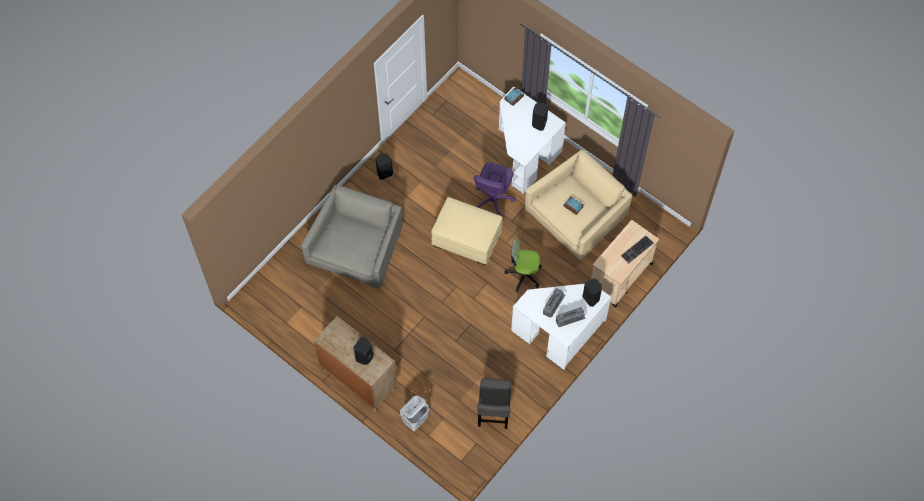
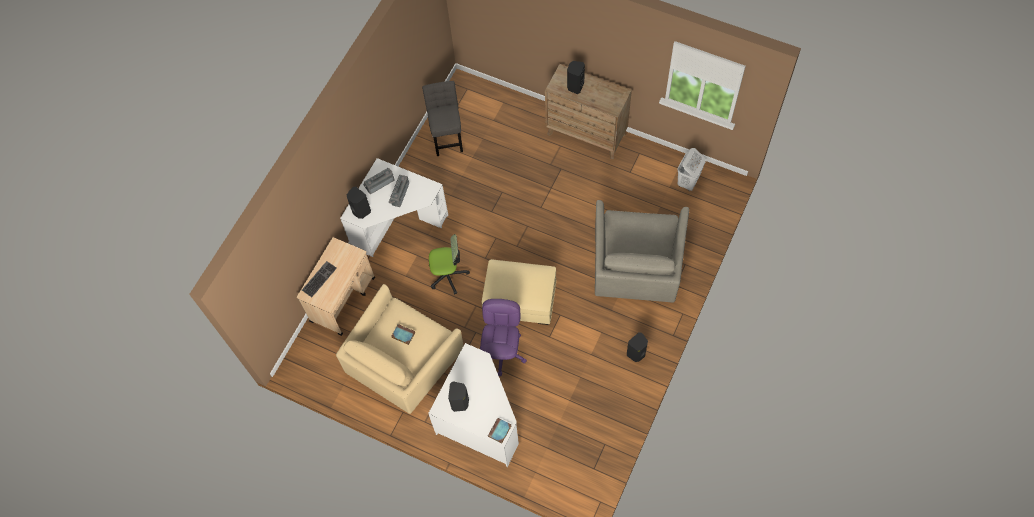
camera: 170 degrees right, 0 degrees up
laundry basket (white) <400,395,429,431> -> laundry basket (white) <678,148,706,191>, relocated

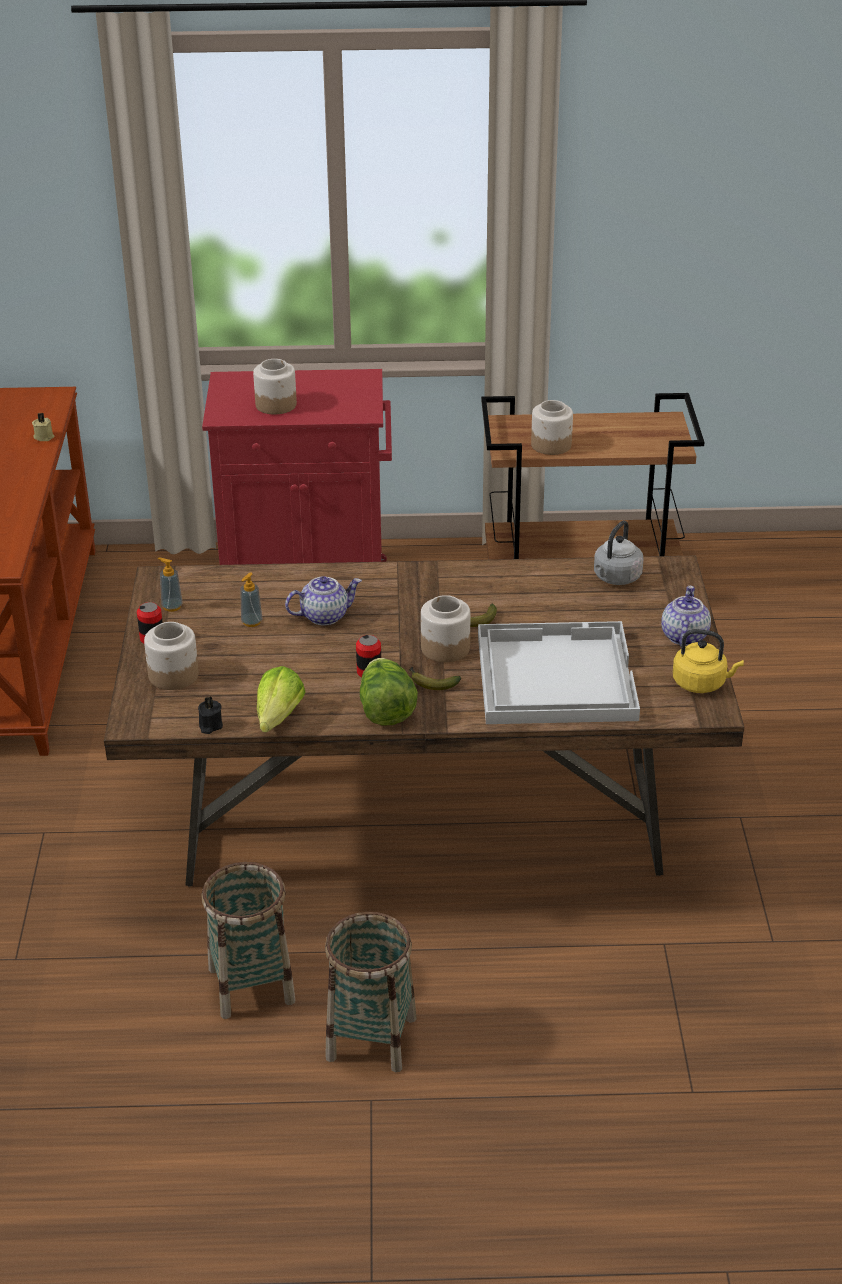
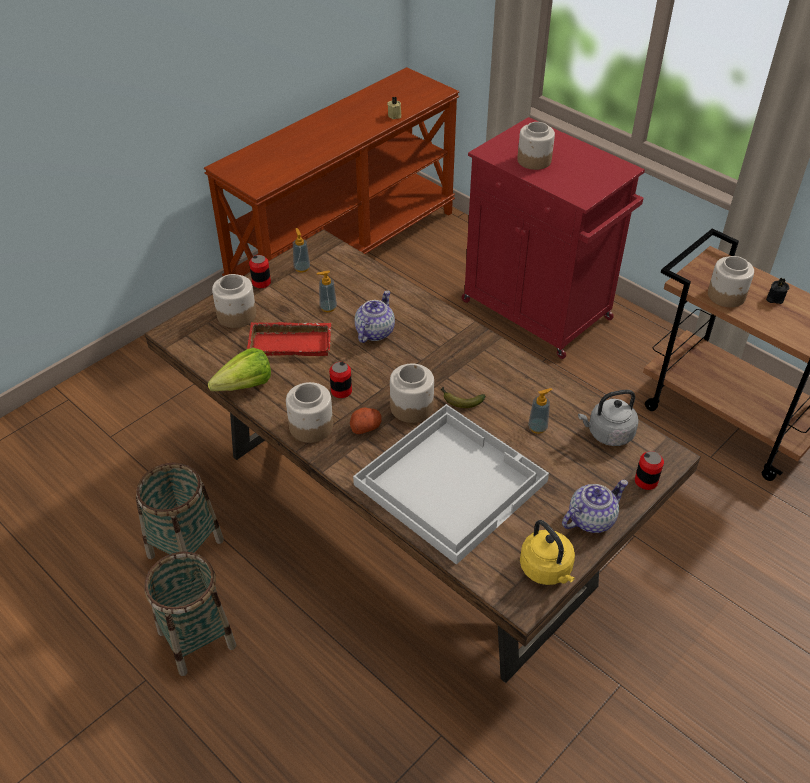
camera: 45 degrees right, 10 degrees up
candle (black) <198,697,223,734> -> candle (black) <766,278,789,304>, relocated
teapot <285,576,362,625> -> teapot <355,291,395,343>, 90 degrees counterclockwise
lettuce <360,658,418,726> -> jar <286,382,333,443>
banana <409,667,461,690> -> potato <350,407,381,434>
none -> tray (red) <247,322,331,356>
none -> soap dispenser <528,388,553,434>
none -> can <635,451,664,490>

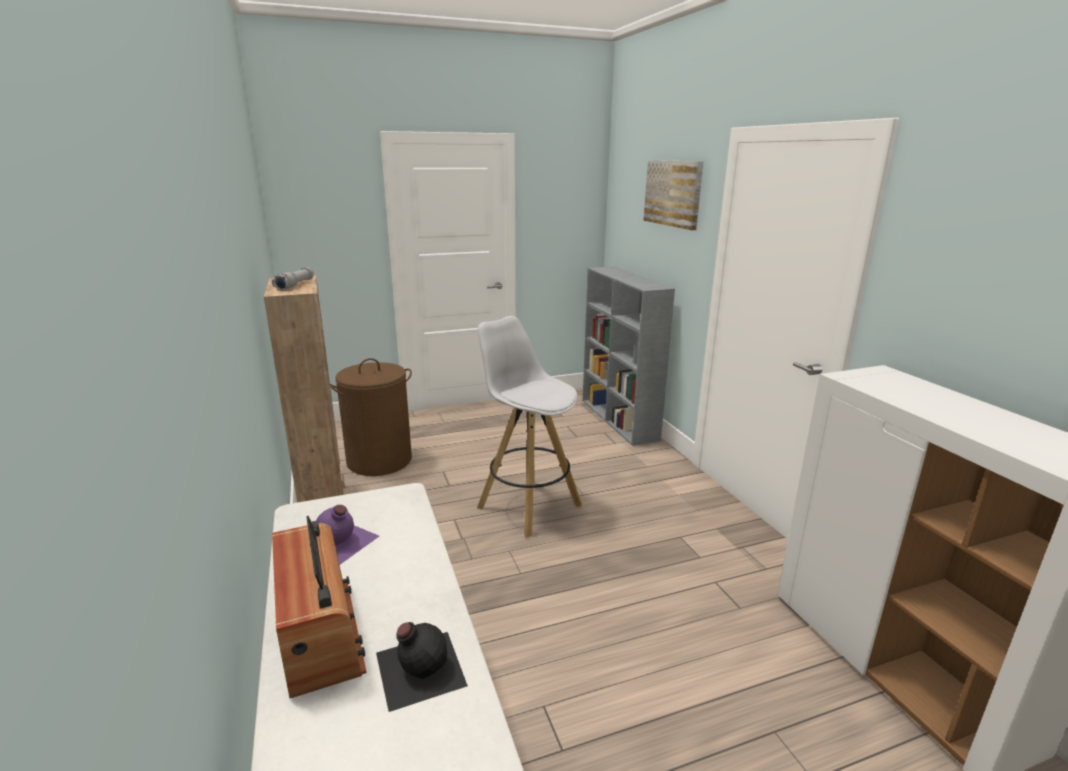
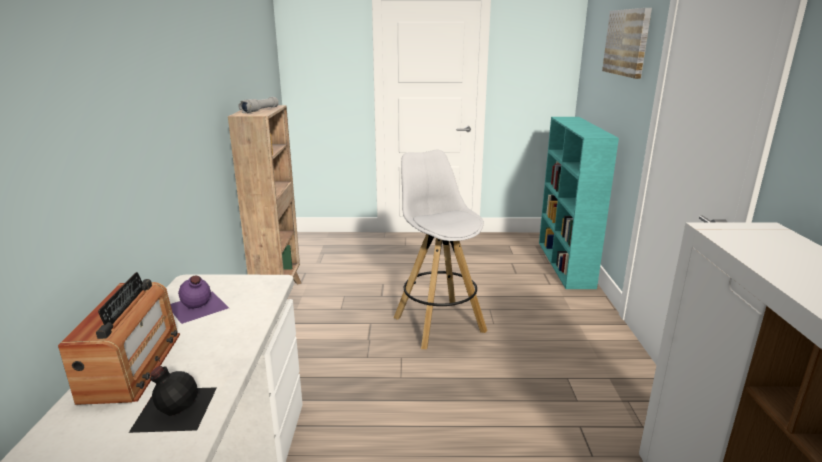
camera: 20 degrees right, 0 degrees up
laundry basket (brown) <330,358,412,476> -> none
bookcase (grey) <583,266,675,446> -> bookcase (turquoise) <539,117,619,289>

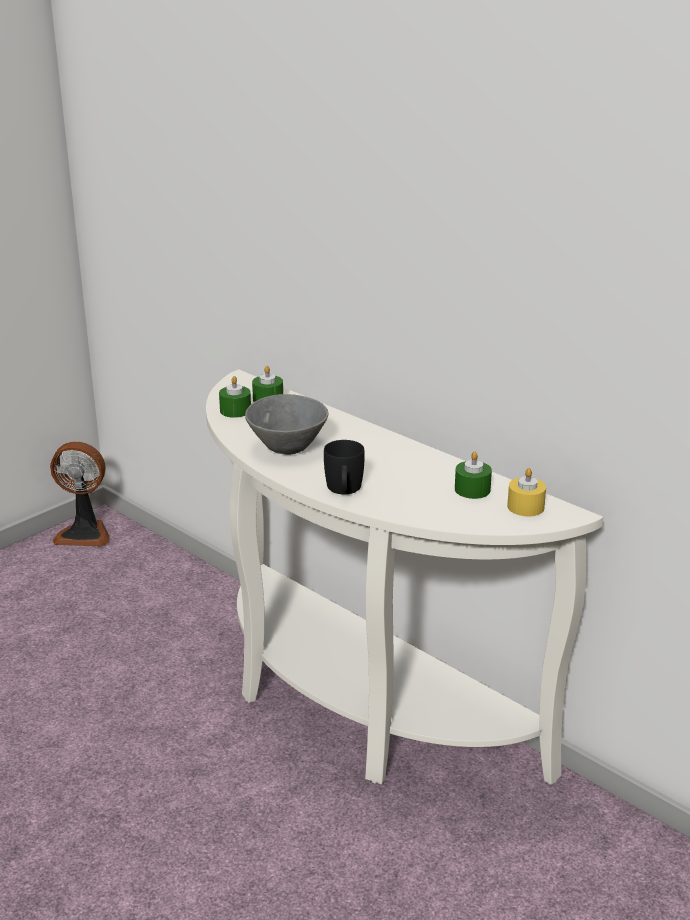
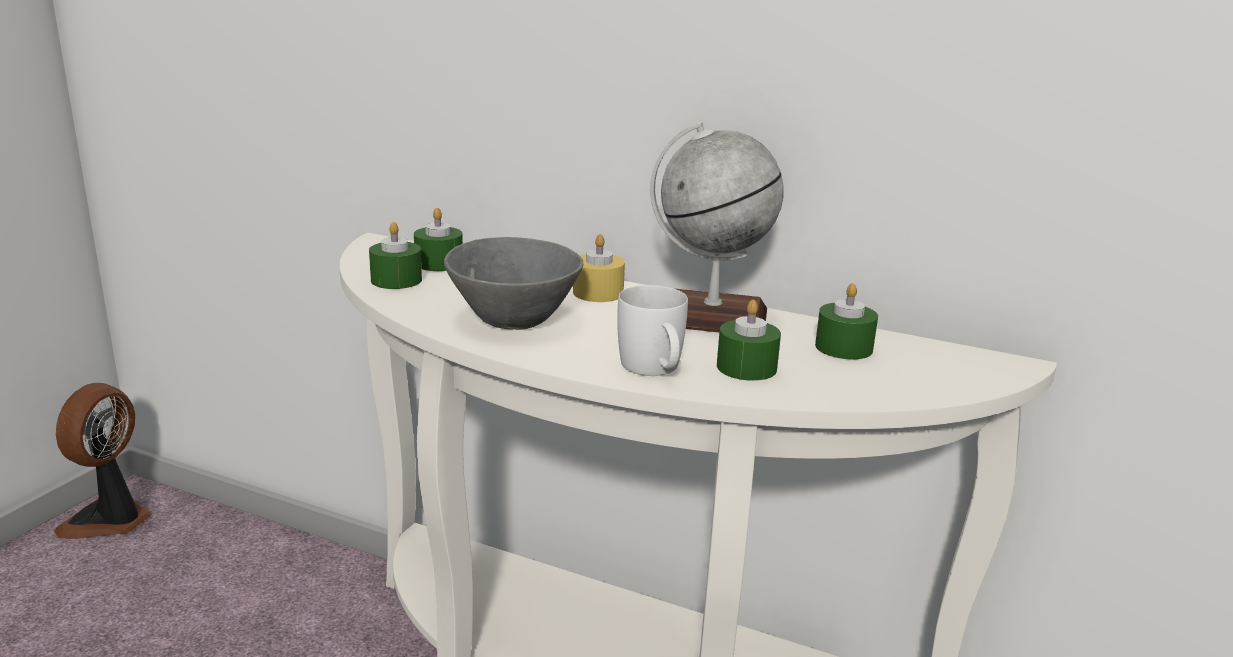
camera: 20 degrees left, 5 degrees down
fan <50,441,110,547> -> fan <54,383,151,539>, 120 degrees clockwise
mug (black) <324,440,365,494> -> mug (white) <617,285,688,376>
candle (yellow) <507,468,546,516> -> candle (yellow) <573,234,625,302>, relocated
none -> globe <650,122,784,332>
none -> candle (green) <717,300,781,381>

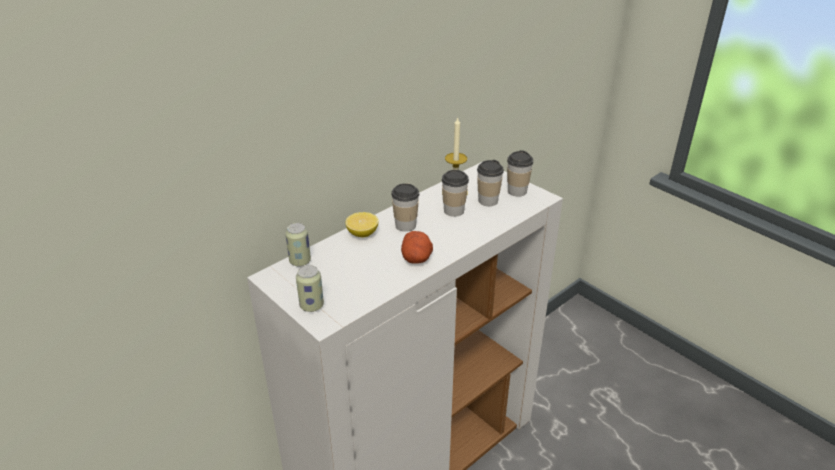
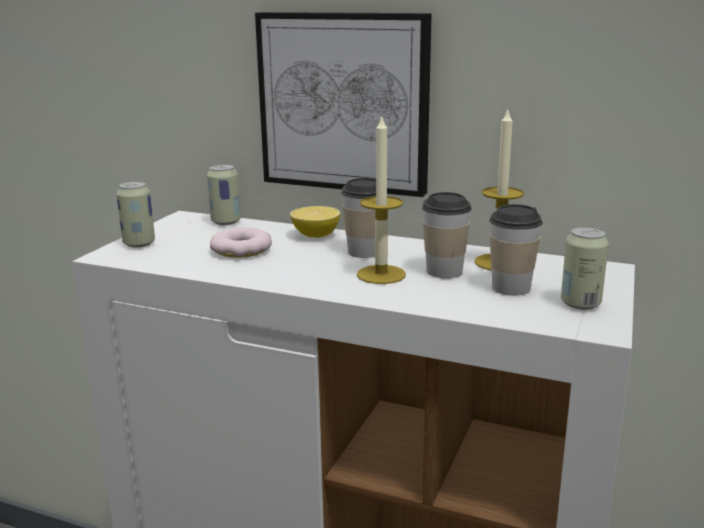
camera: 65 degrees right, 15 degrees down
potato <401,231,433,264> -> none
cup <507,150,533,197> -> can <561,227,609,310>
none -> donut <210,227,272,258>
none -> picture <255,12,432,197>
none -> candle <357,114,406,284>

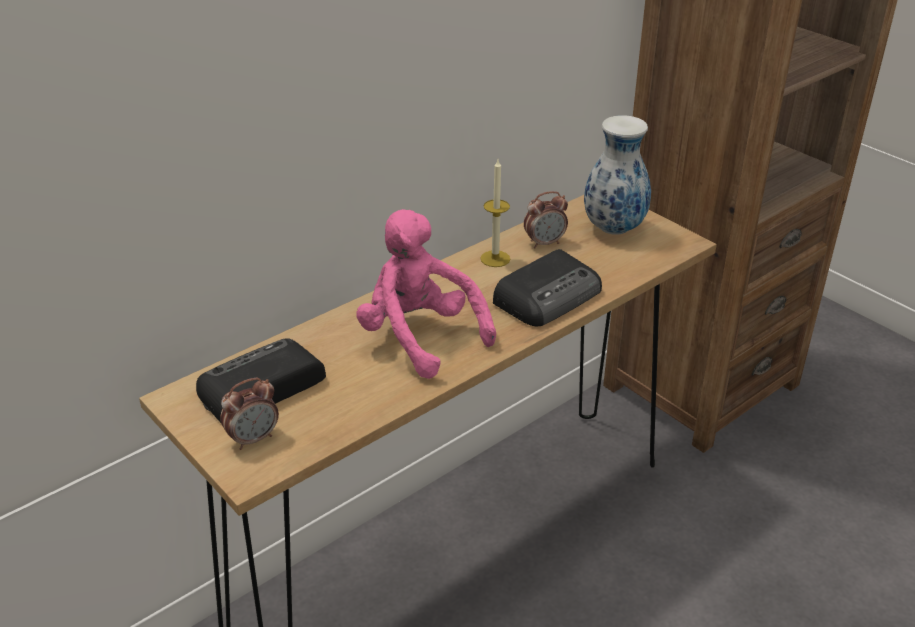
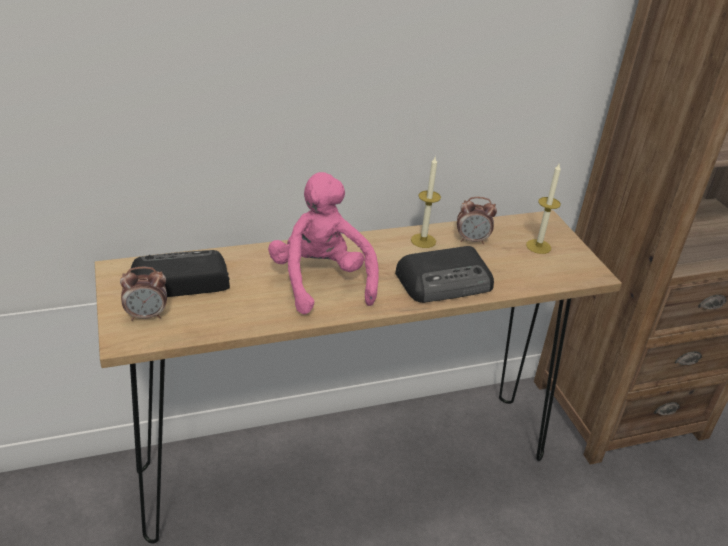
camera: 20 degrees right, 0 degrees up
vase <584,115,651,235> -> candle <526,164,561,254>

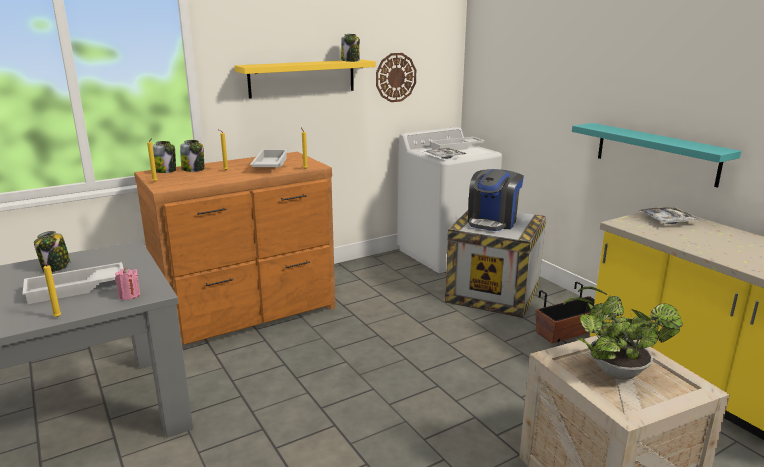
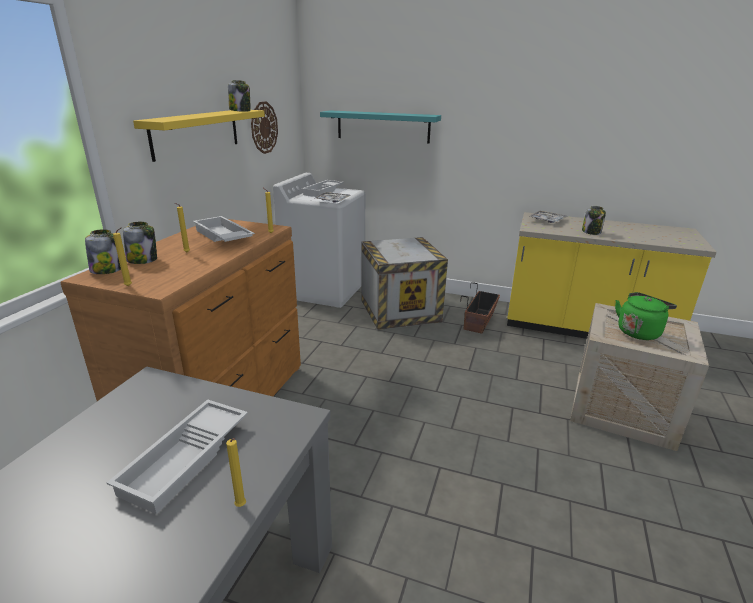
camera: 40 degrees left, 5 degrees up
jar <34,231,71,272> -> jar <582,206,606,235>, relocated
candle (pink) <115,268,140,300> -> none
coffee machine <468,169,524,231> -> none
potted plant <563,287,683,380> -> kettle (green) <615,292,677,340>
shelf (turquoise) <572,123,741,188> -> shelf (turquoise) <320,110,441,143>, relocated

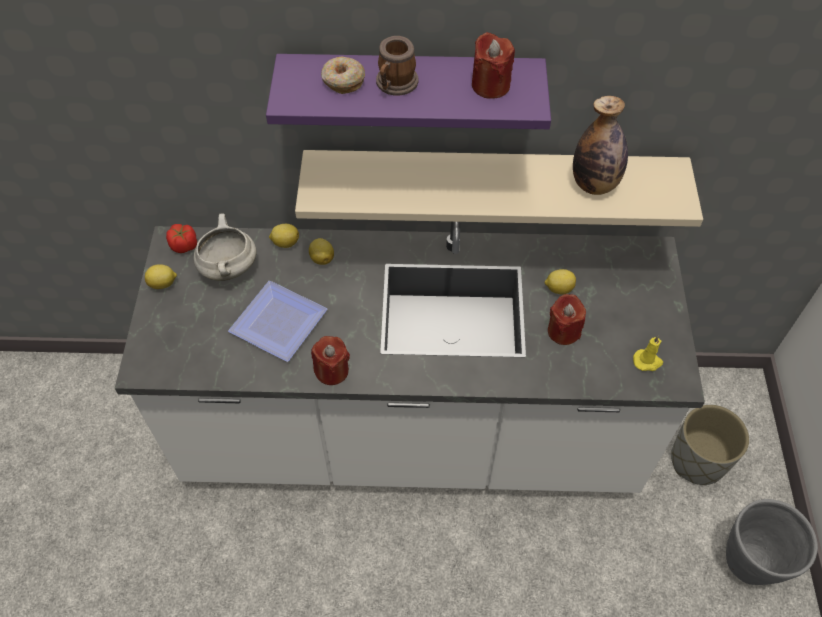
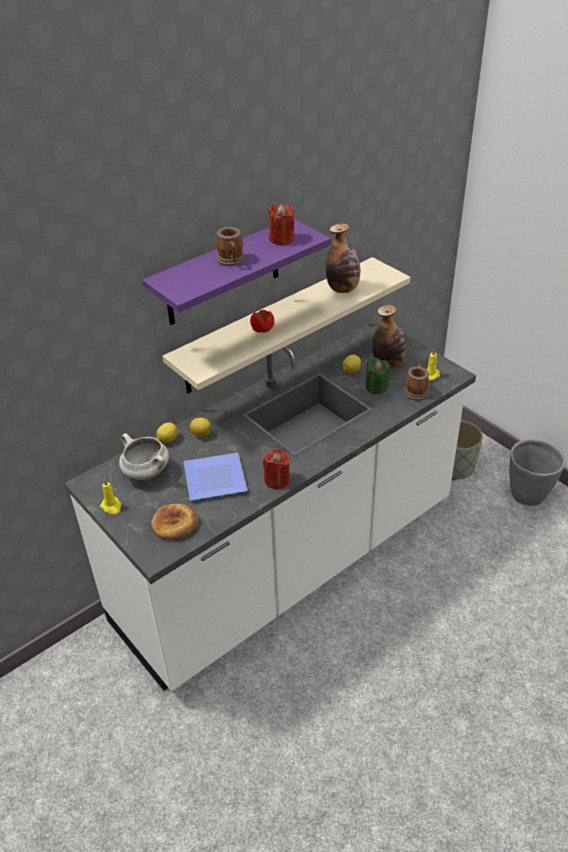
camera: 40 degrees left, 15 degrees down
lemon <145,264,177,289> -> candle (yellow) <100,479,121,514>
tomato <166,224,197,253> -> tomato <250,310,274,333>, relocated
donut <321,57,365,94> -> none
candle (red) <548,294,586,345> -> candle (green) <366,357,390,394>
none -> bread <151,504,199,540>
none -> bottle <372,305,406,369>
none -> mug <404,364,429,400>

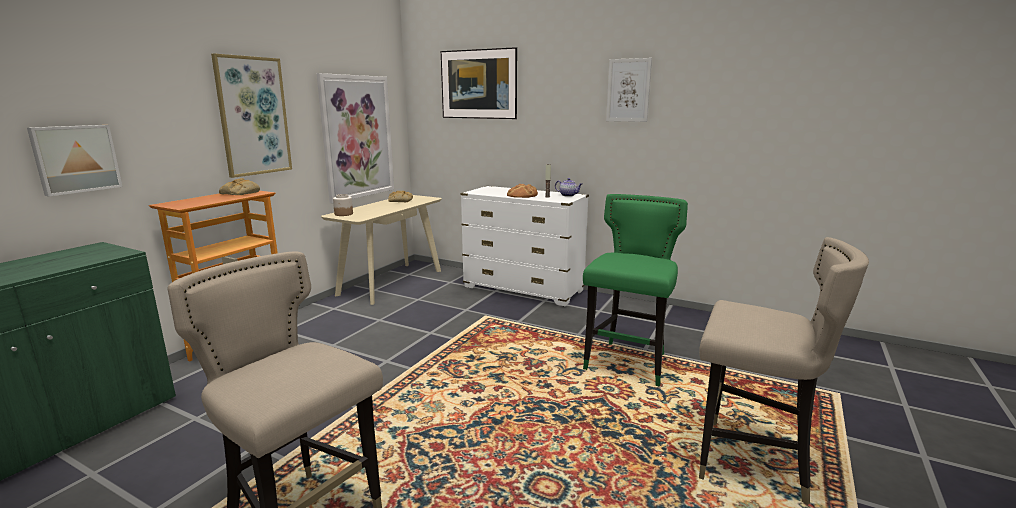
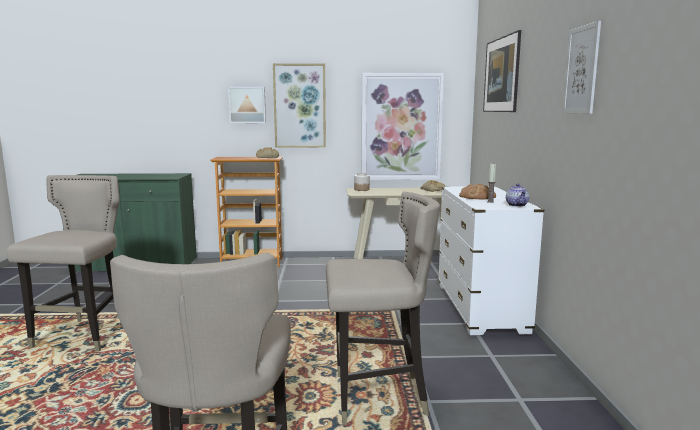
camera: 60 degrees right, 5 degrees down
picture <27,125,123,196> -> picture <228,87,266,123>, relocated
stool (green) <583,194,688,387> -> stool (beige) <326,192,440,425>

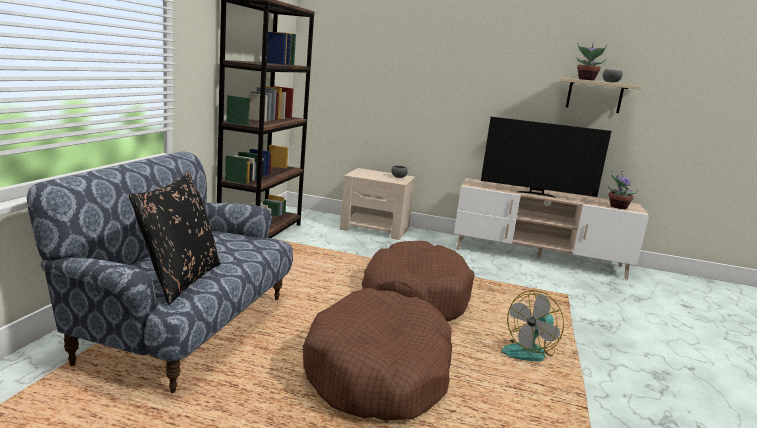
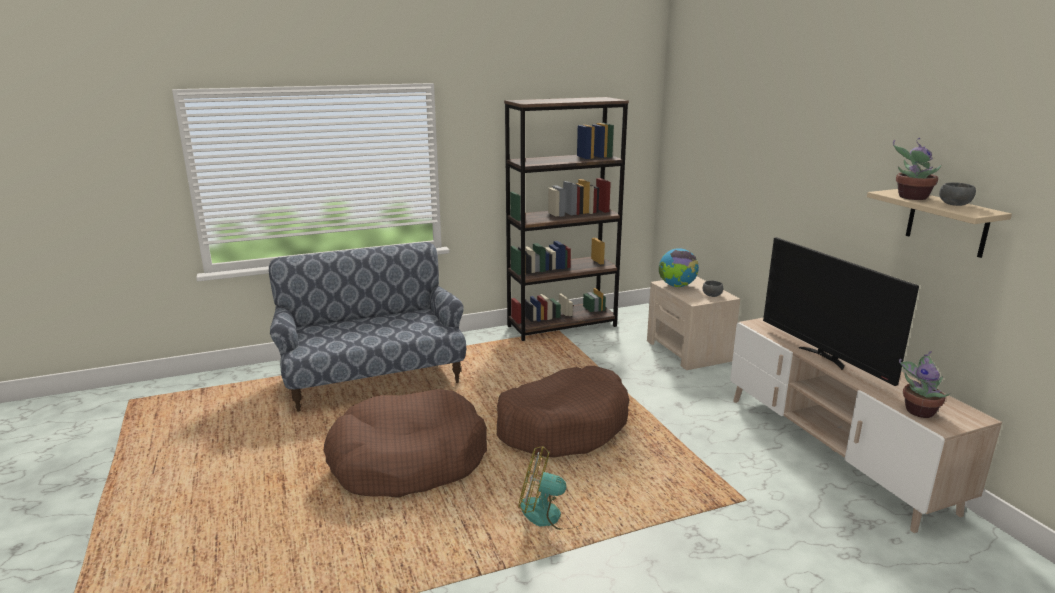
camera: 55 degrees right, 5 degrees up
pillow (black) <129,172,221,305> -> none
none -> globe <659,248,699,288>

